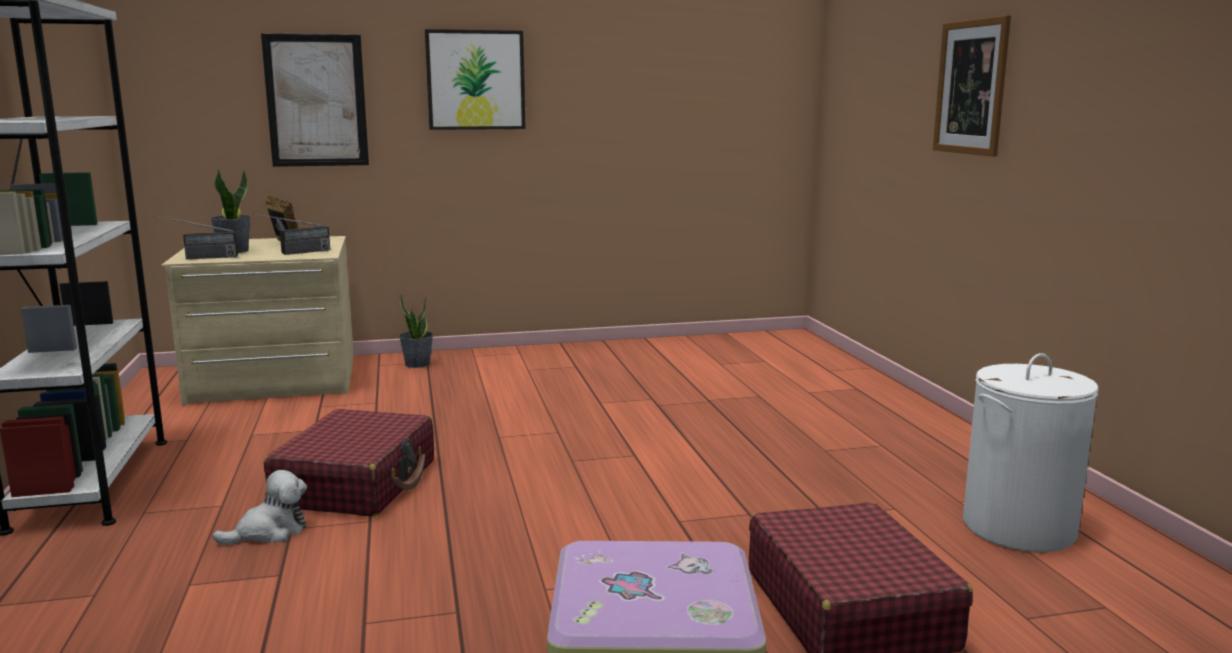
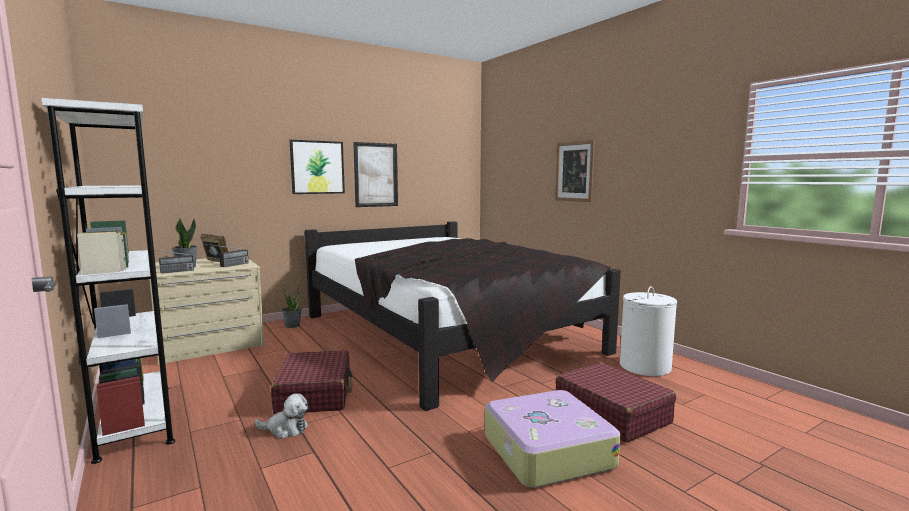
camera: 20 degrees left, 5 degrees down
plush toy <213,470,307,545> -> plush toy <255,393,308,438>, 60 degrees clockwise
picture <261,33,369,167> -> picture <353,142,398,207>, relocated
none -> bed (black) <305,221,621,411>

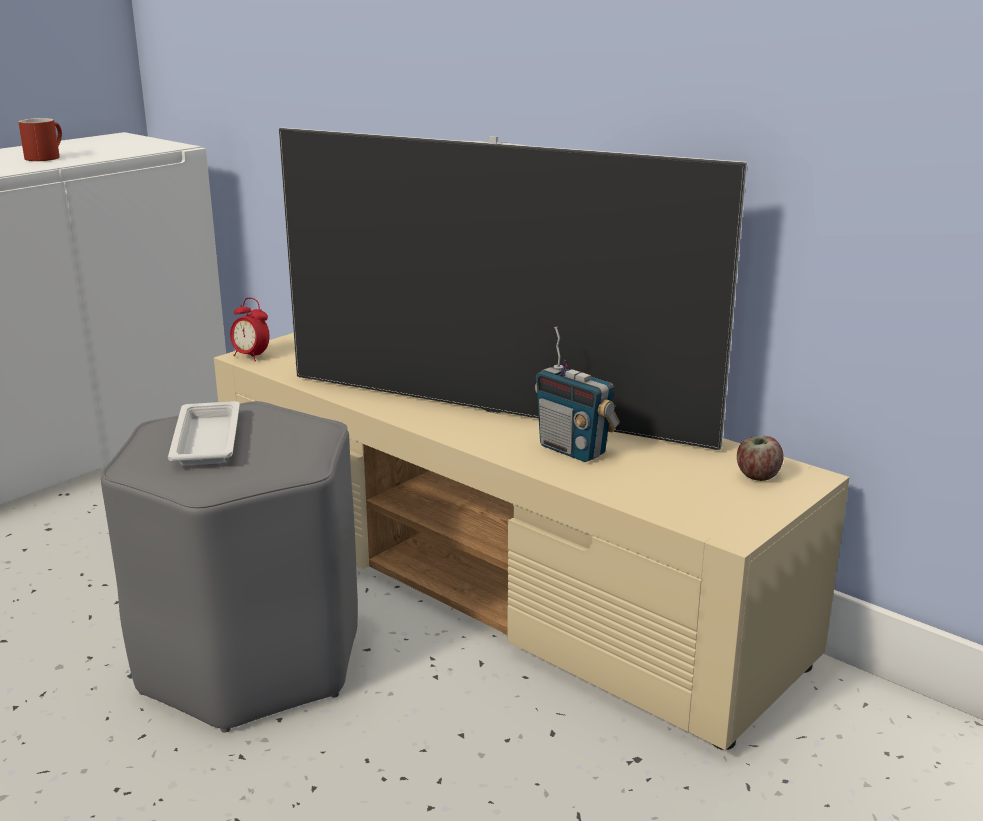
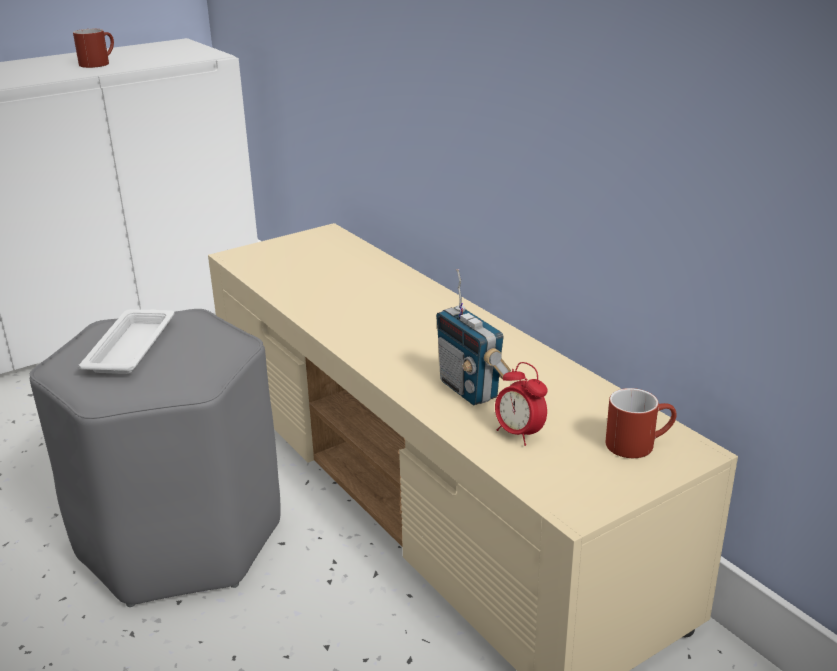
camera: 15 degrees right, 5 degrees up
alarm clock <230,298,270,361> -> alarm clock <495,362,548,446>, relocated
television <279,128,747,450> -> none
apple <737,436,784,481> -> mug (red) <606,388,677,458>

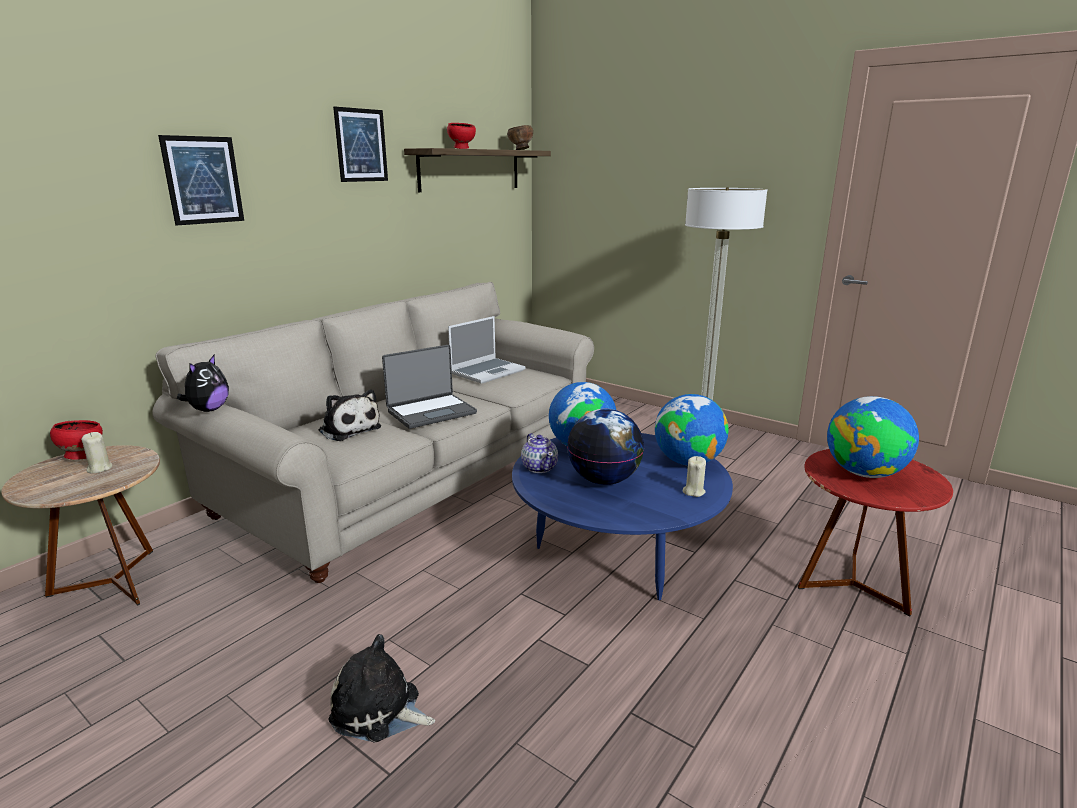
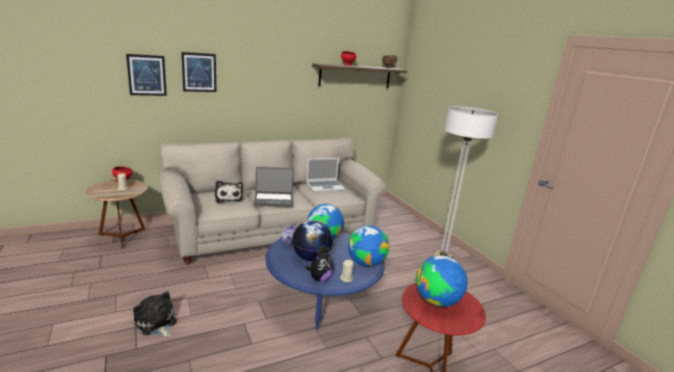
camera: 25 degrees right, 0 degrees up
plush toy <177,355,229,412> -> plush toy <306,249,334,282>, relocated
picture <333,106,388,182> -> picture <126,54,167,96>, relocated

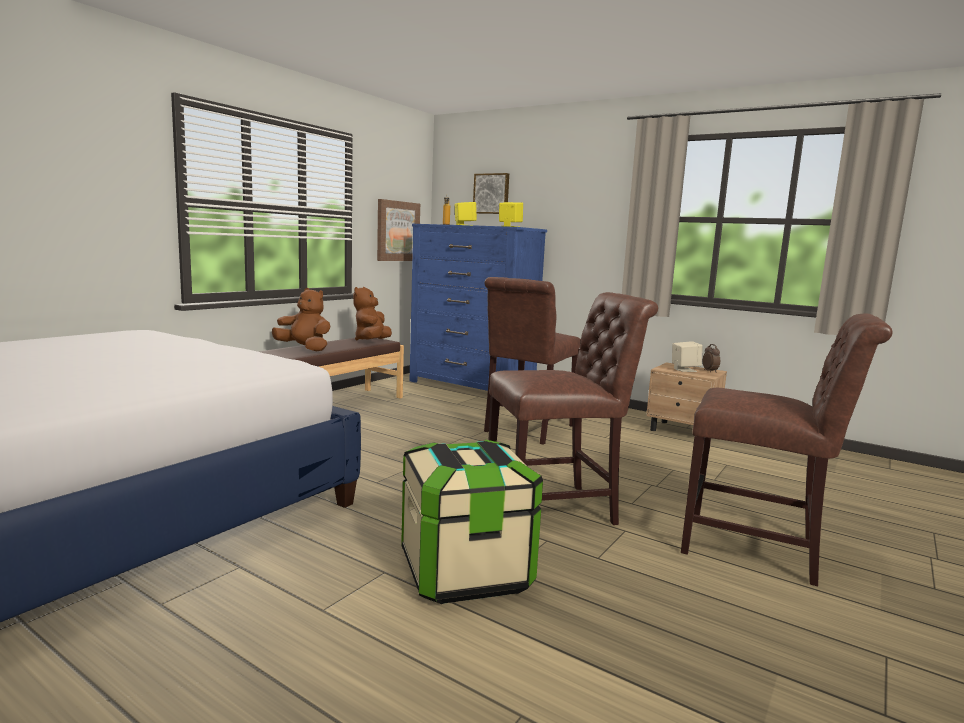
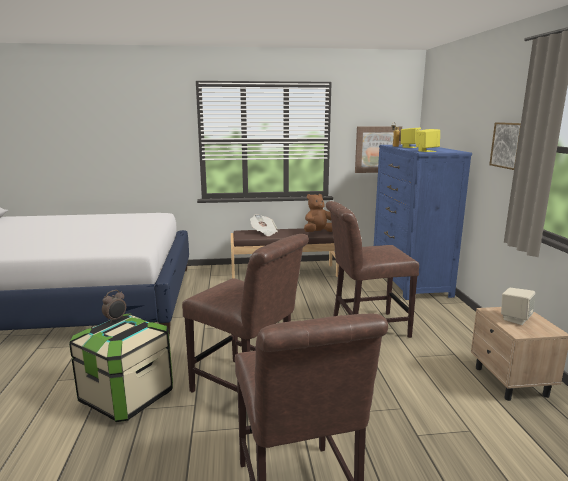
camera: 50 degrees right, 5 degrees up
plush toy (brown) <272,288,330,351> -> newspaper <250,214,278,236>
picture <473,173,509,214> -> picture <489,122,521,170>, relocated
alarm clock <703,344,720,373> -> alarm clock <102,290,126,323>, relocated

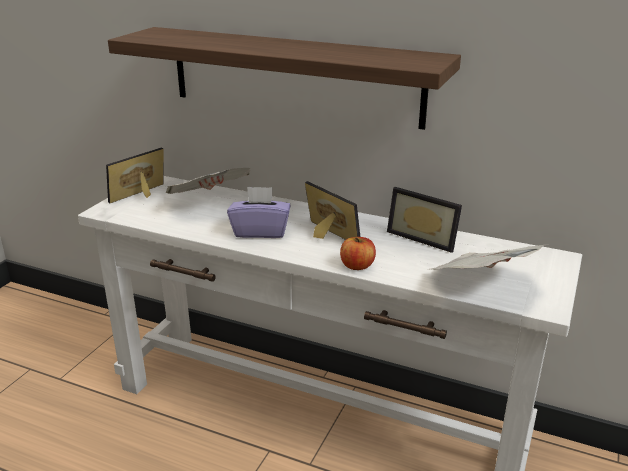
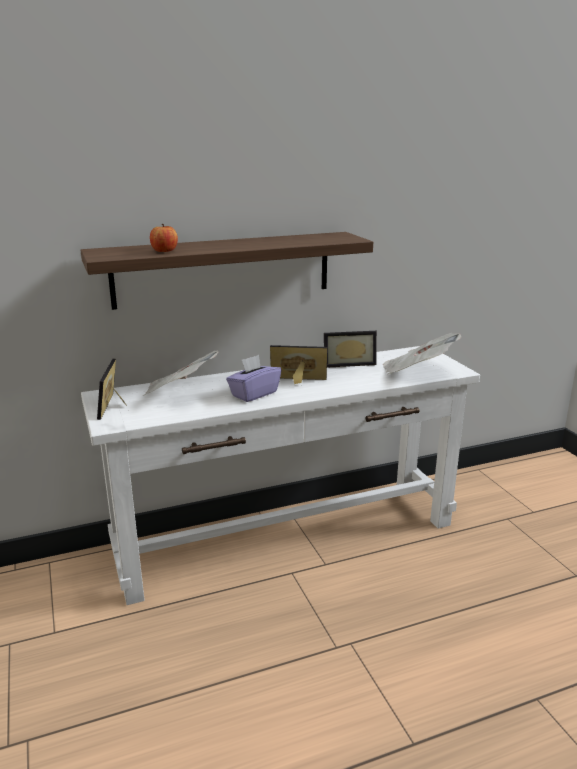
camera: 45 degrees left, 5 degrees down
apple <340,237,376,270> -> apple <150,224,178,252>, relocated

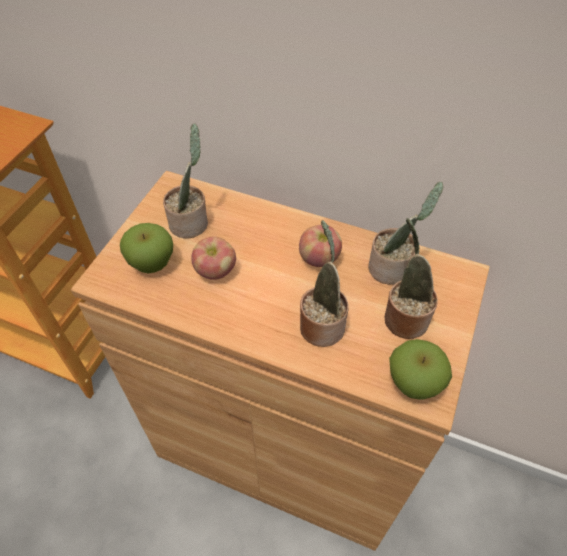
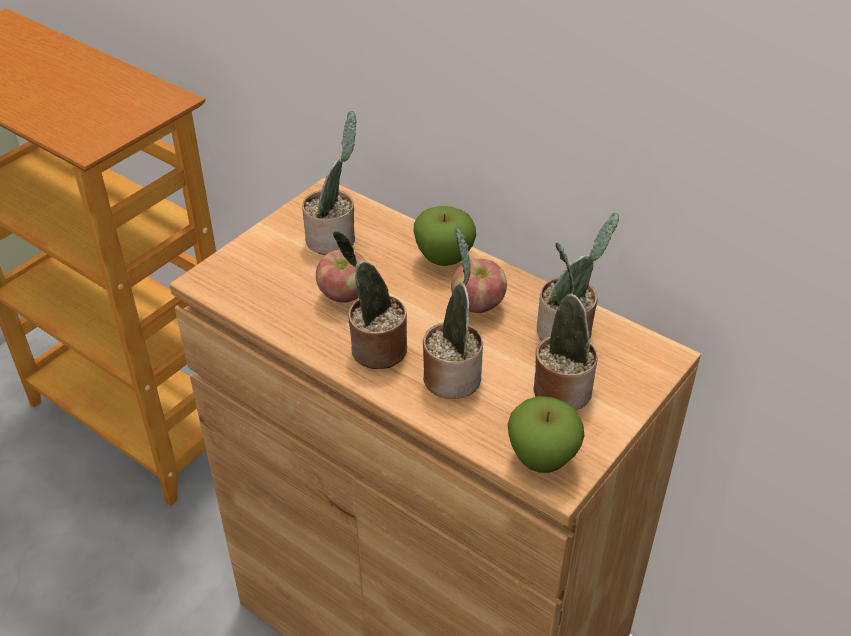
camera: 15 degrees right, 10 degrees down
apple <120,223,173,274> -> apple <414,206,476,266>, relocated
none -> potted plant <333,231,407,369>

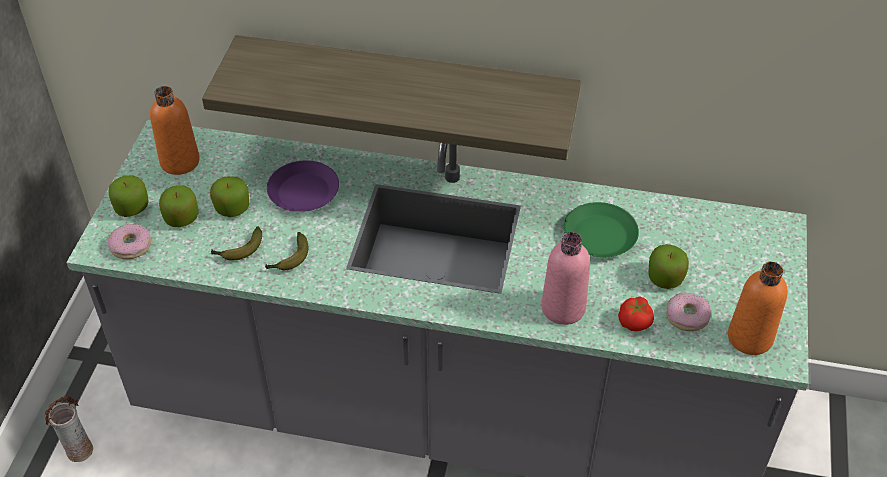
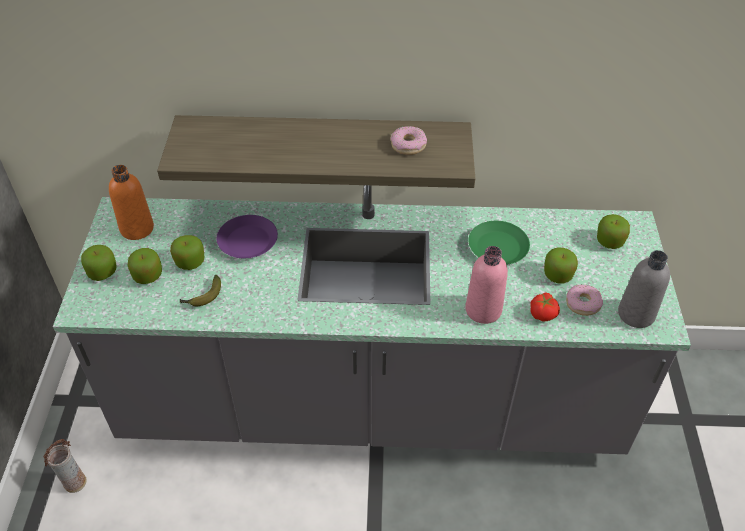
camera: 10 degrees left, 0 degrees up
donut <108,224,151,259> -> donut <390,126,427,155>, relocated
banana <265,232,309,270> -> none
bottle (orange) <728,262,788,355> -> bottle (grey) <618,250,670,328>
none -> apple <597,214,630,249>

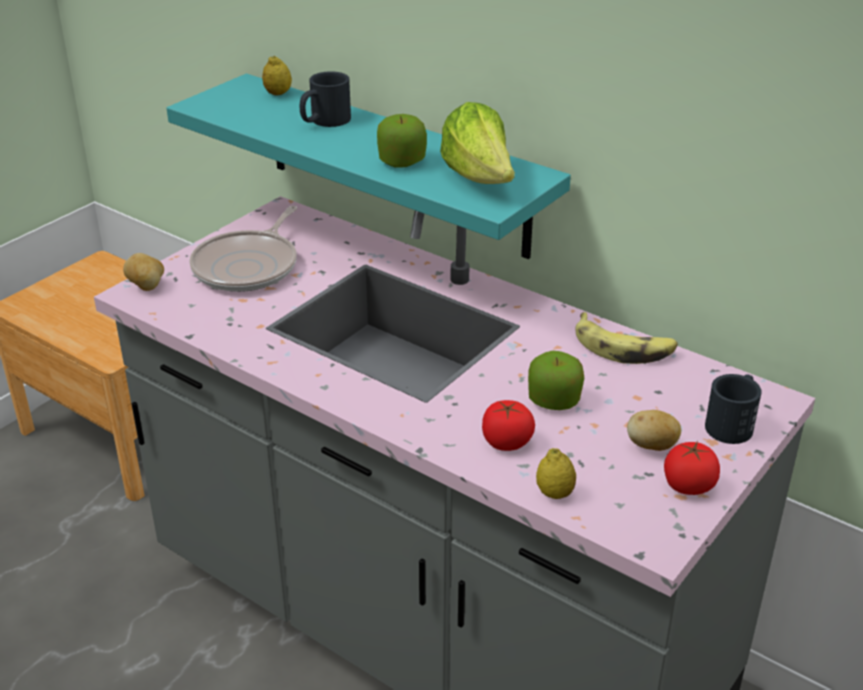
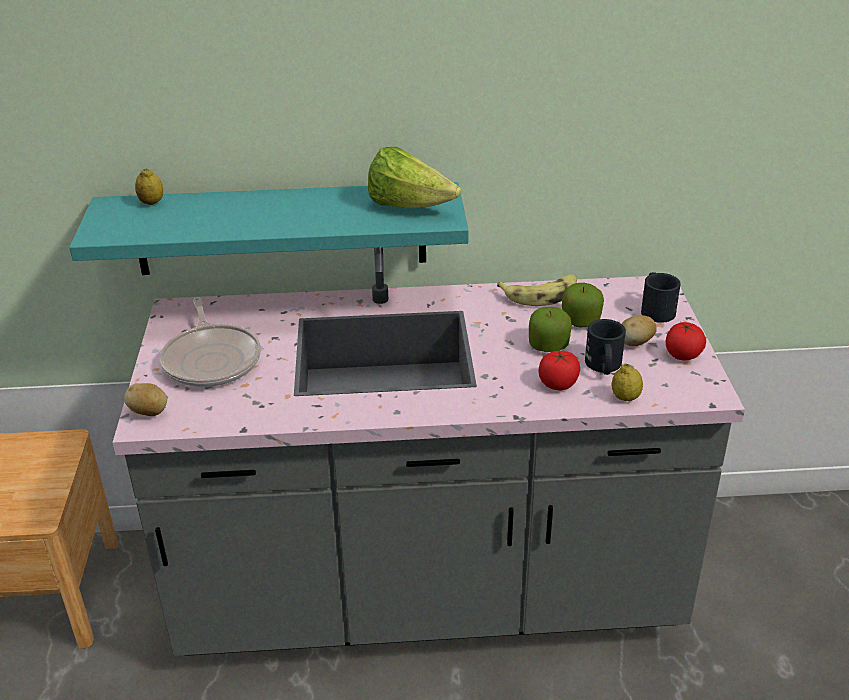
camera: 40 degrees left, 0 degrees up
mug (black) <300,71,351,127> -> mug (black) <585,319,626,375>, relocated
apple <377,114,427,168> -> apple <562,283,604,328>, relocated

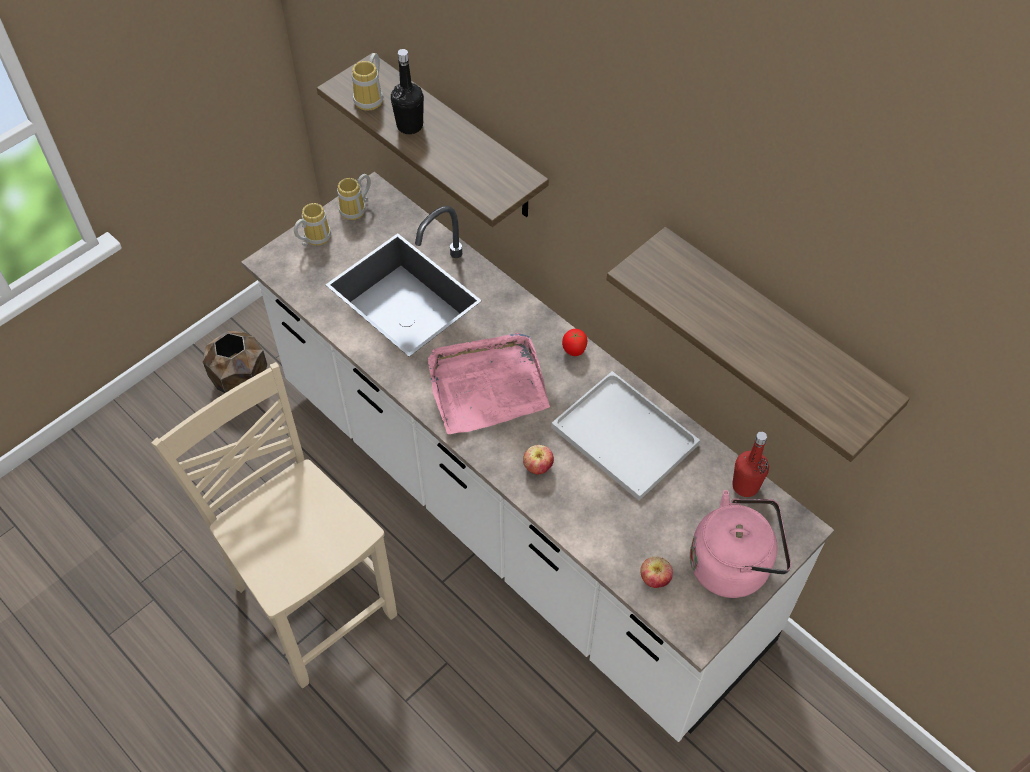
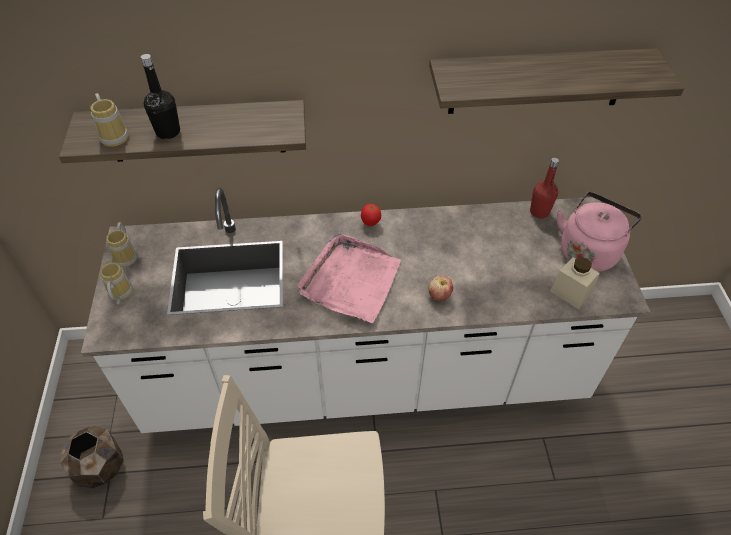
camera: 50 degrees left, 5 degrees down
tray (white) <551,371,700,500> -> none
apple <640,556,673,588> -> jar (beige) <550,257,600,309>

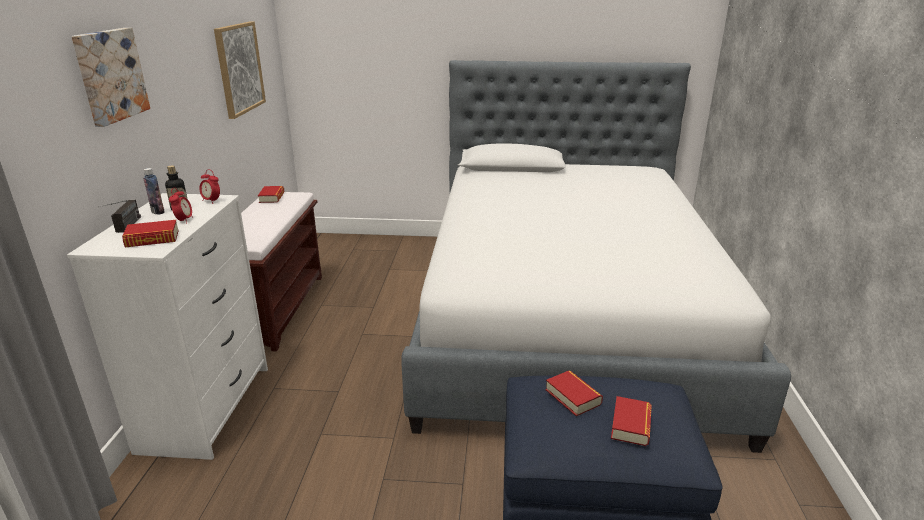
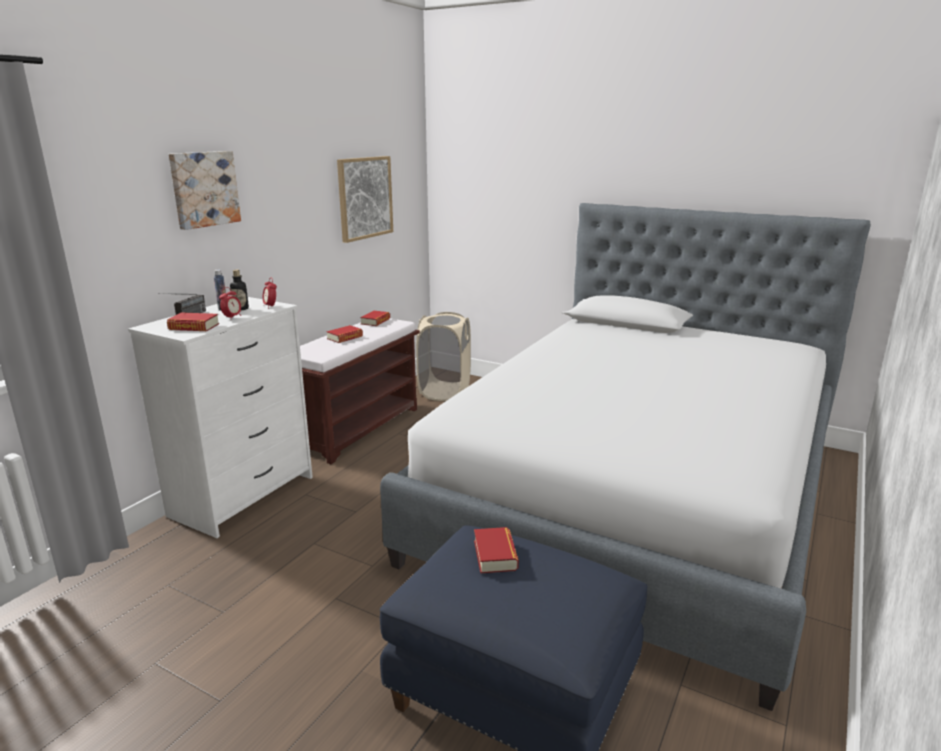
camera: 25 degrees right, 5 degrees down
book <611,396,652,446> -> book <326,325,363,343>, relocated
none -> laundry basket (beige) <416,312,471,401>

